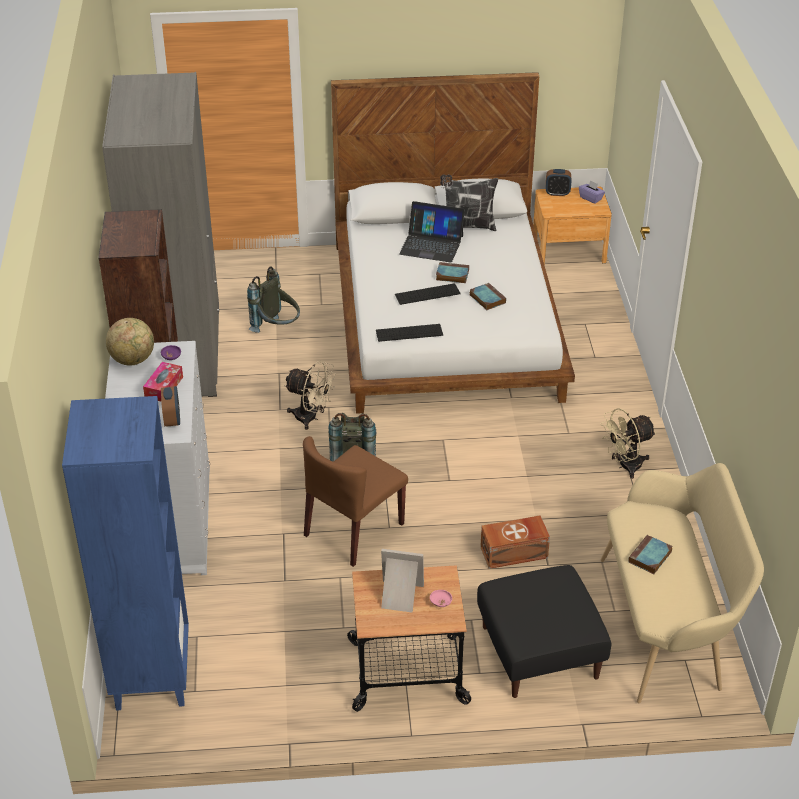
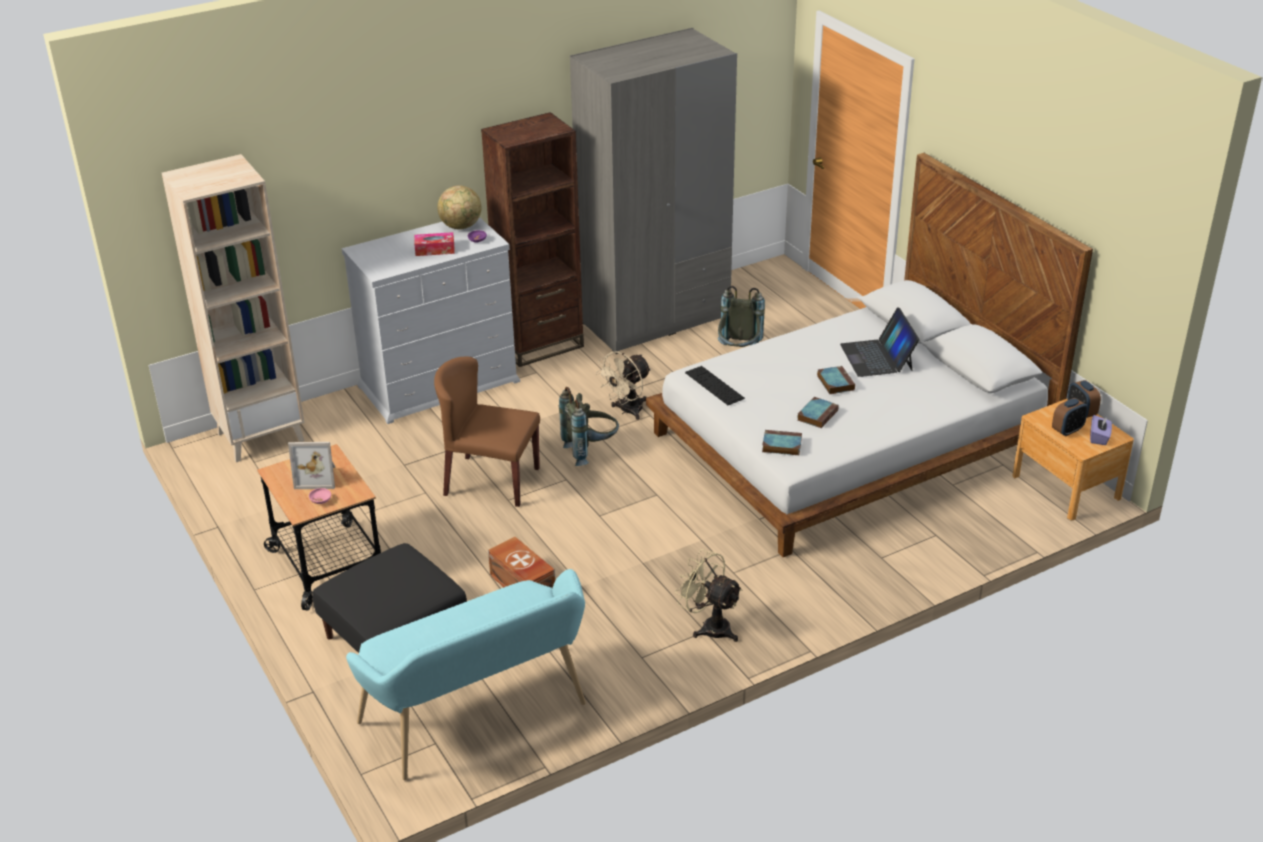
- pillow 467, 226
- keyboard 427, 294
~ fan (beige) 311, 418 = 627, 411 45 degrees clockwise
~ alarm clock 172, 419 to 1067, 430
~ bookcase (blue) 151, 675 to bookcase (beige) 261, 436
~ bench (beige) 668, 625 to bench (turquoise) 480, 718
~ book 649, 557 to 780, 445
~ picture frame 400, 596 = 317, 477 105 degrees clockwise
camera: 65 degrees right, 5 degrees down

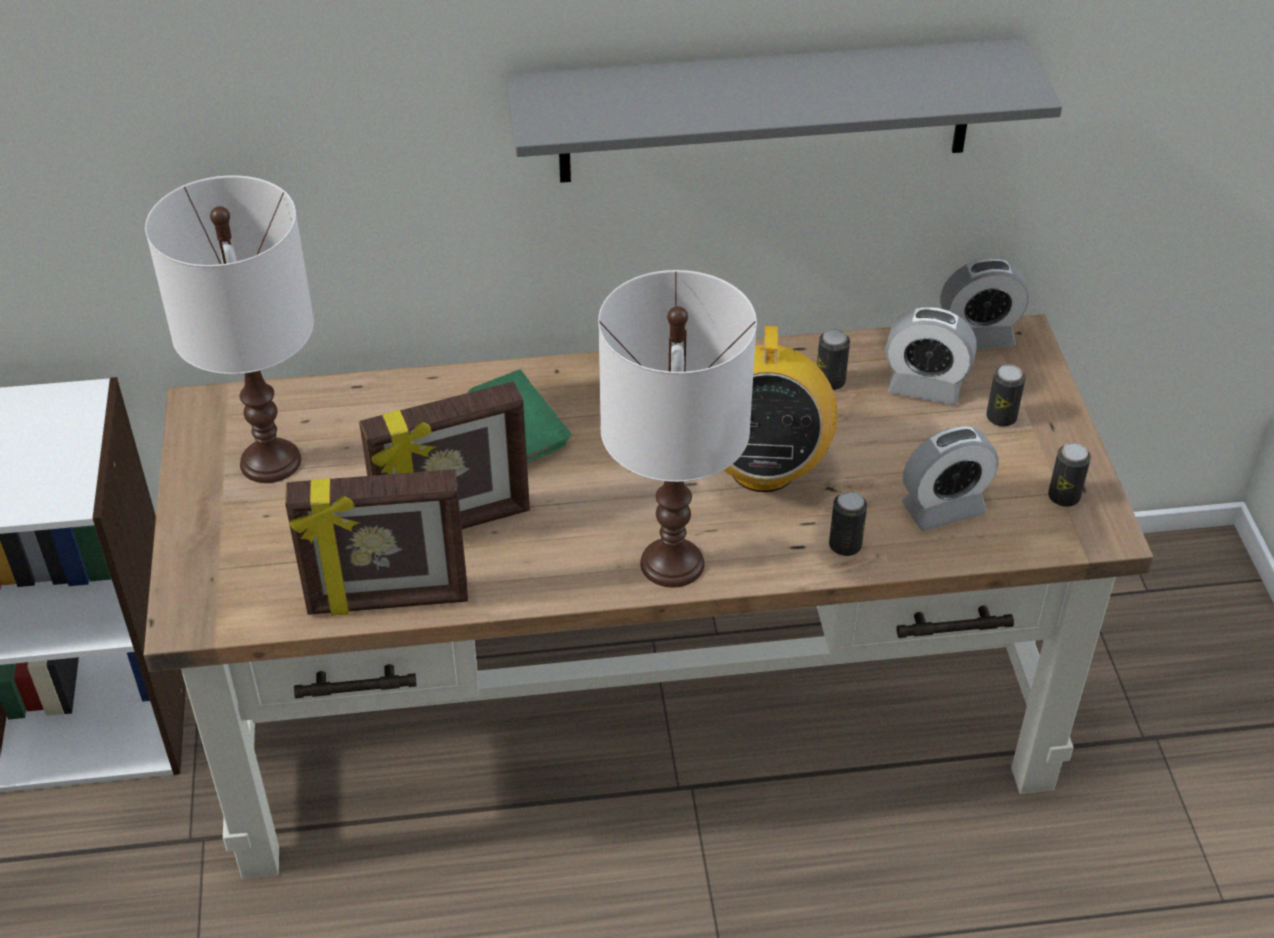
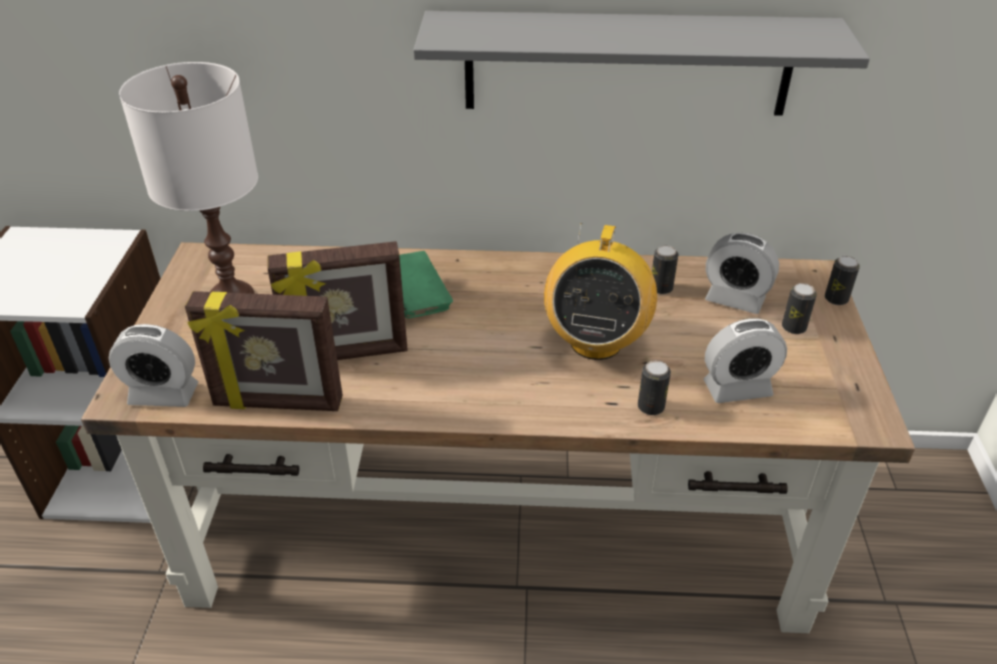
~ alarm clock 977, 337 to 163, 394
- table lamp (white) 673, 564
~ can 1063, 497 to 836, 299
camera: 10 degrees right, 5 degrees down

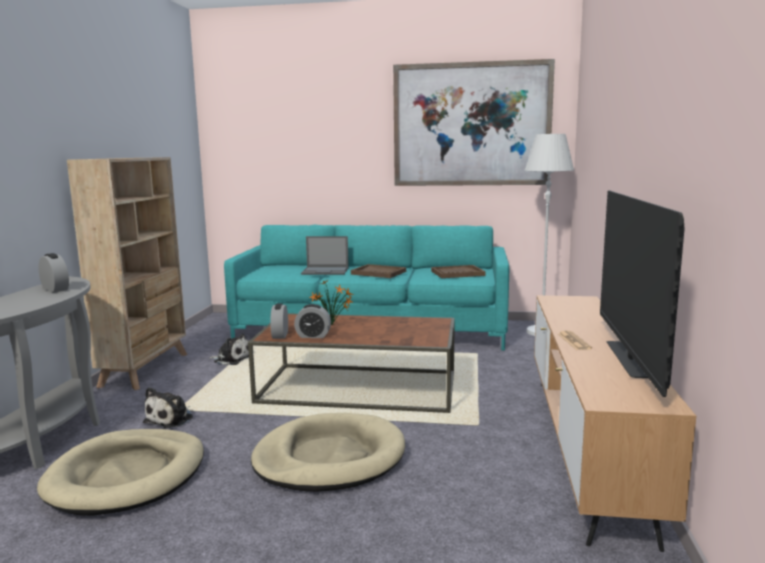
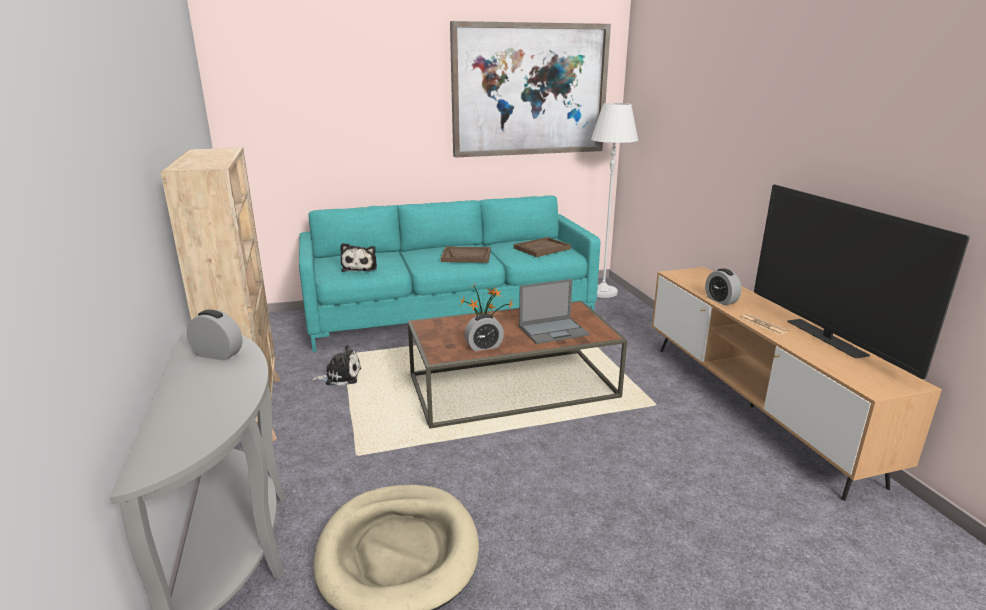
~ laptop 326, 271 to 554, 330
~ alarm clock 280, 335 to 720, 300
~ plush toy 171, 419 to 360, 267
- dog bed (beige) 329, 458
camera: 25 degrees left, 10 degrees up

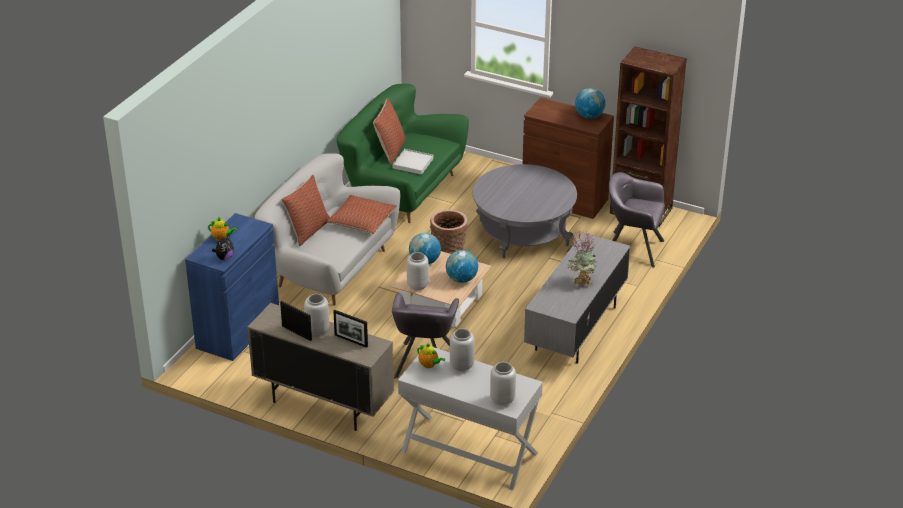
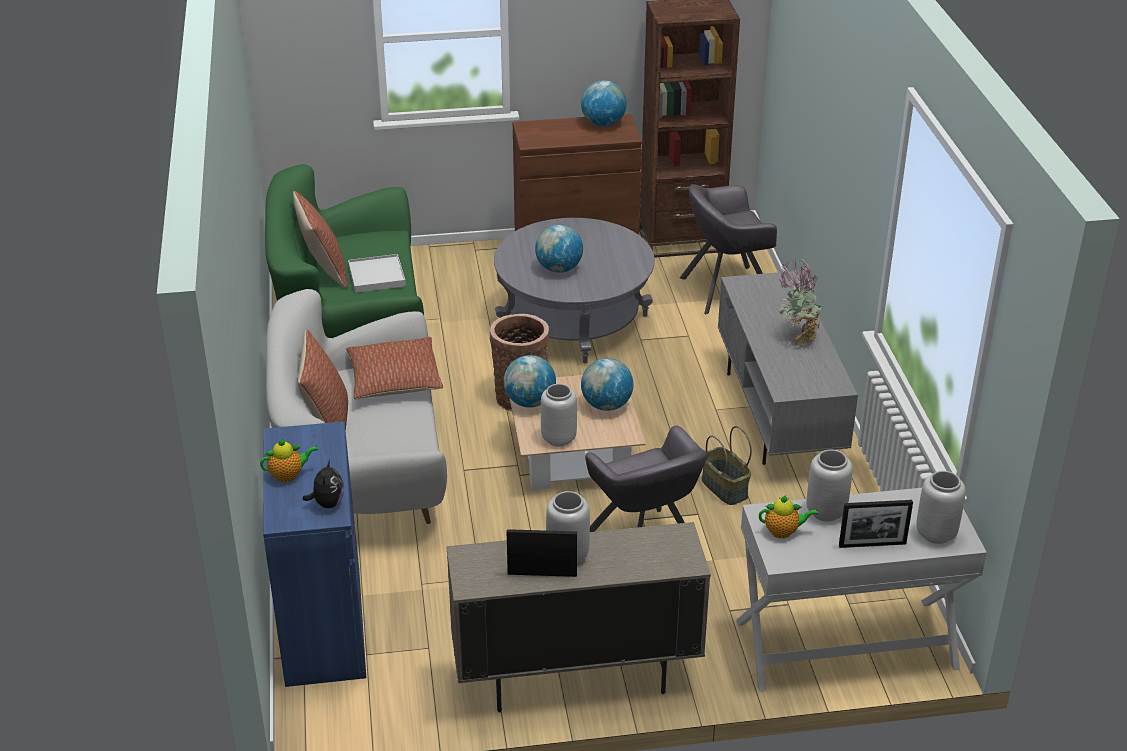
~ picture frame 351, 340 to 872, 544
+ globe 559, 269
+ basket 723, 488
camera: 35 degrees left, 0 degrees up

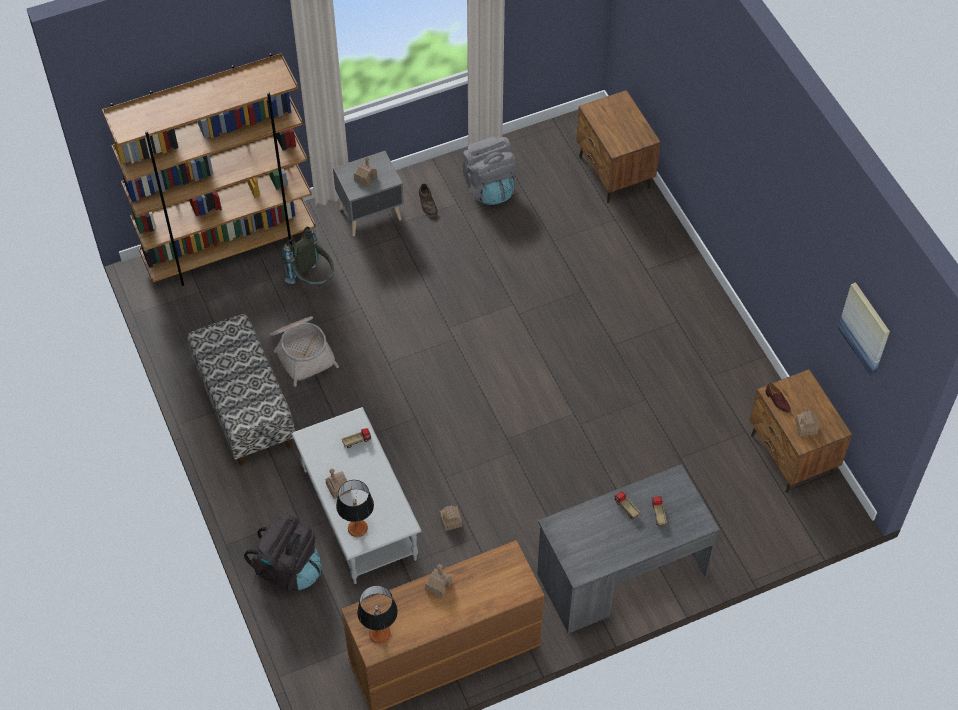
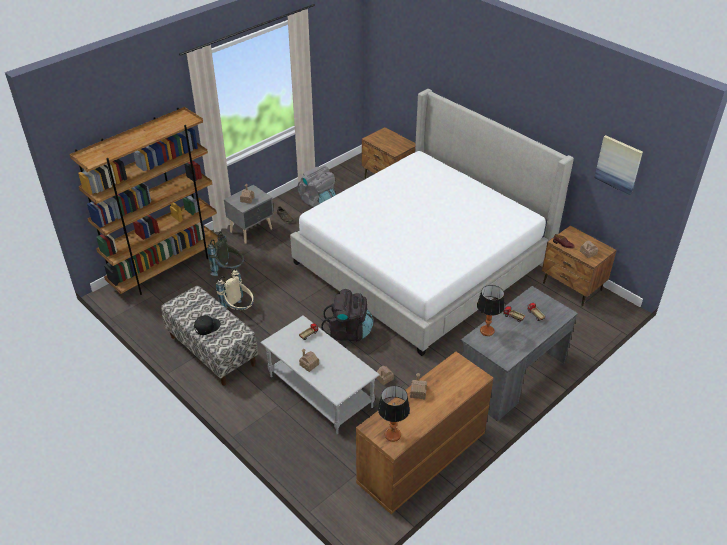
~ basket 302, 352 to backpack (beige) 239, 310
~ table lamp 357, 528 to 486, 331
~ backpack (black) 288, 569 to 348, 332
+ bed 422, 262
+ cap (black) 207, 326
camera: 20 degrees left, 15 degrees down

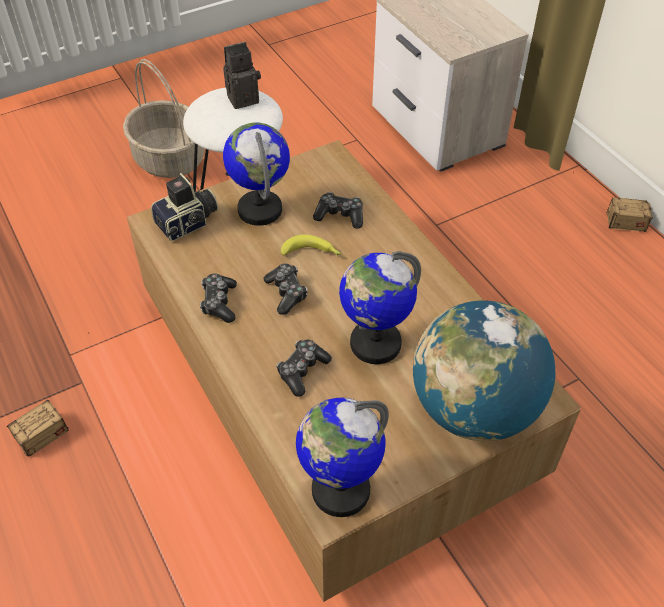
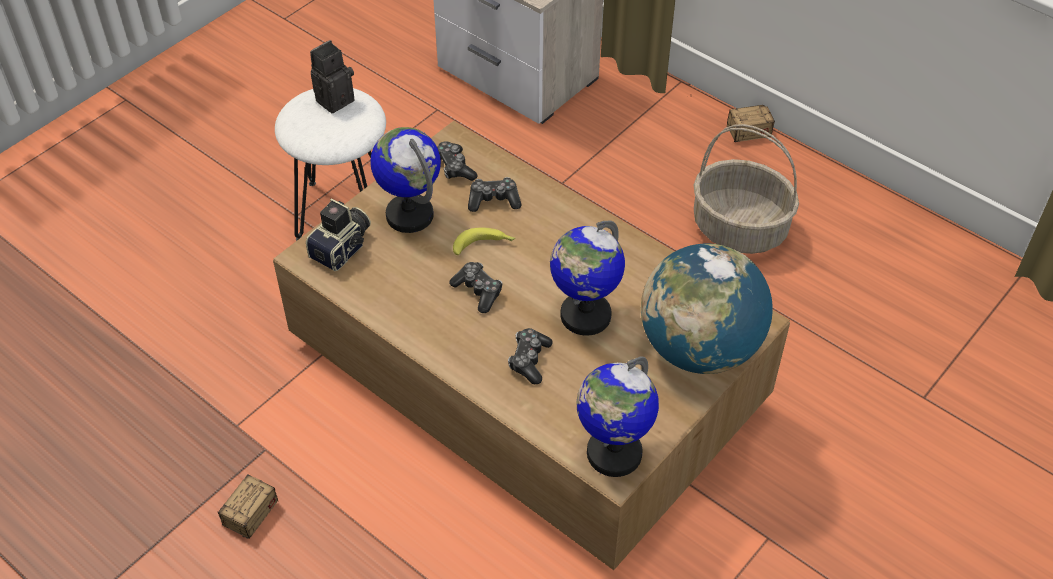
~ basket 170, 159 to 740, 228
~ game controller 219, 303 to 454, 167
camera: 20 degrees left, 0 degrees up

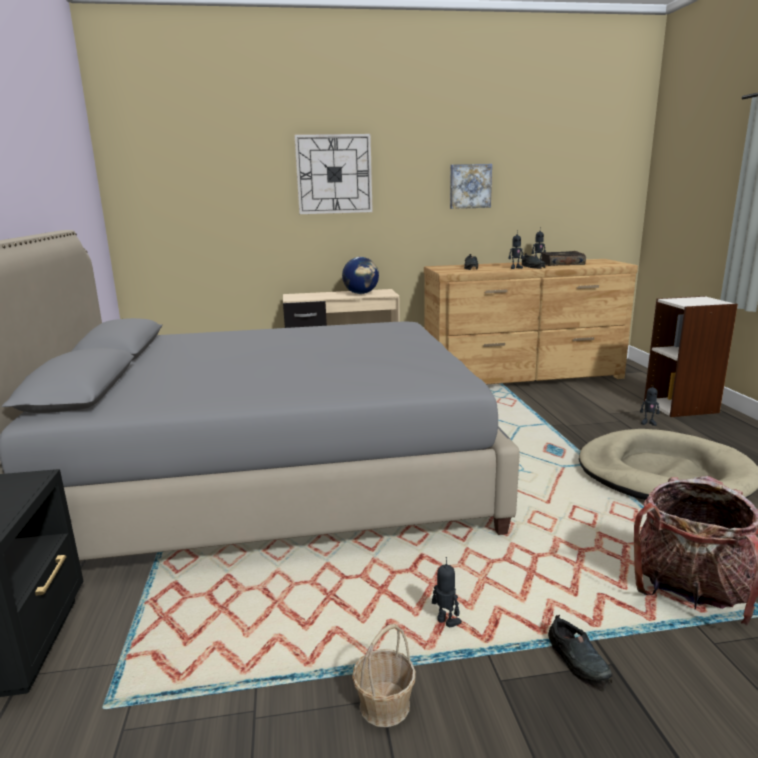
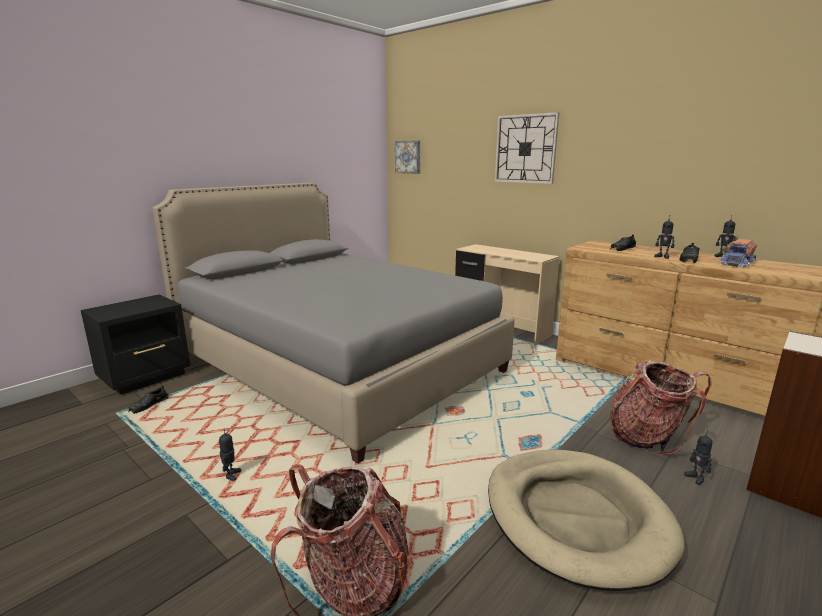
~ picture 470, 186 to 408, 157
~ book 561, 264 to toy truck 737, 263
- globe 361, 293
~ shoe (black) 578, 660 to 148, 405
- basket 384, 705
+ backpack 648, 437
camera: 50 degrees right, 0 degrees up

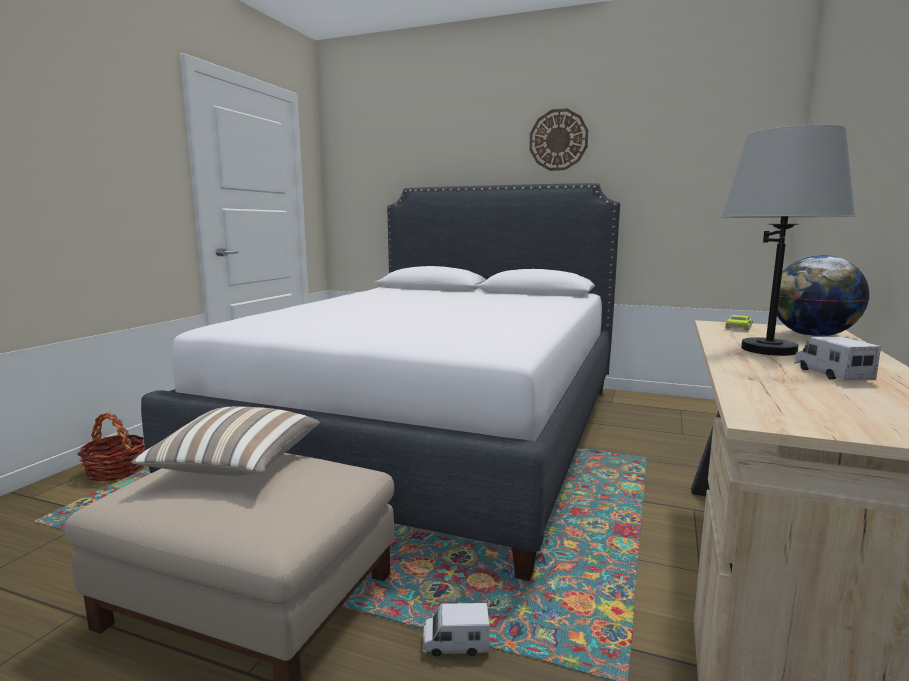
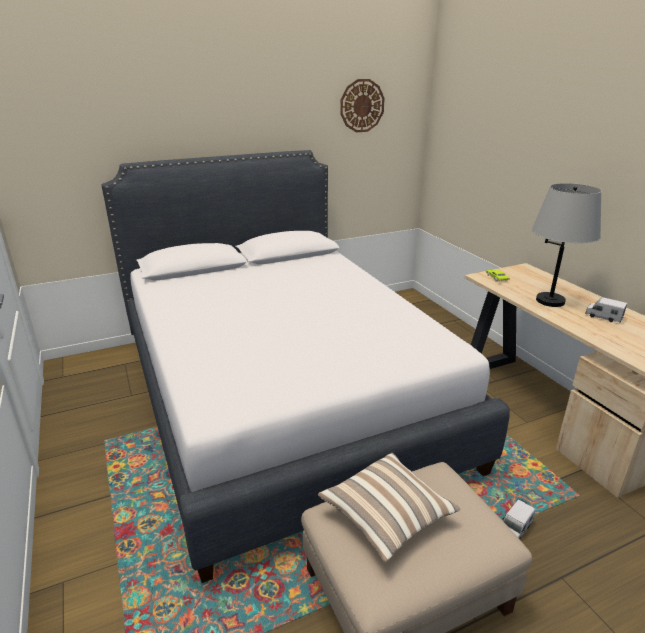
~ wall clock 558, 140 to 362, 106
- globe 812, 336
- basket 116, 471
camera: 45 degrees left, 15 degrees up

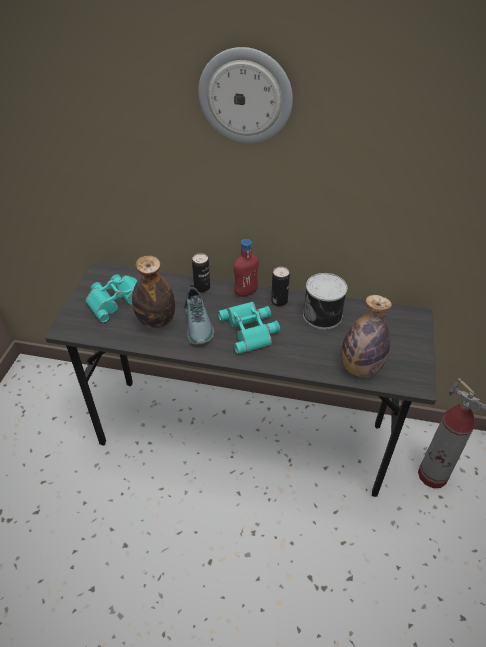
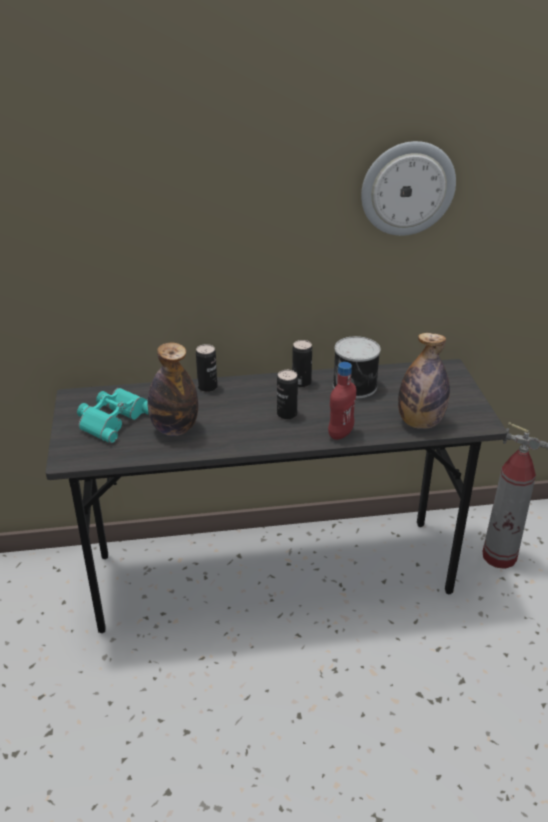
~ wall clock 245, 96 to 407, 188
~ bottle (red) 246, 292 to 340, 433
- shoe 199, 323
~ binoculars (turquoise) 251, 329 to can 287, 414
camera: 20 degrees left, 10 degrees down

